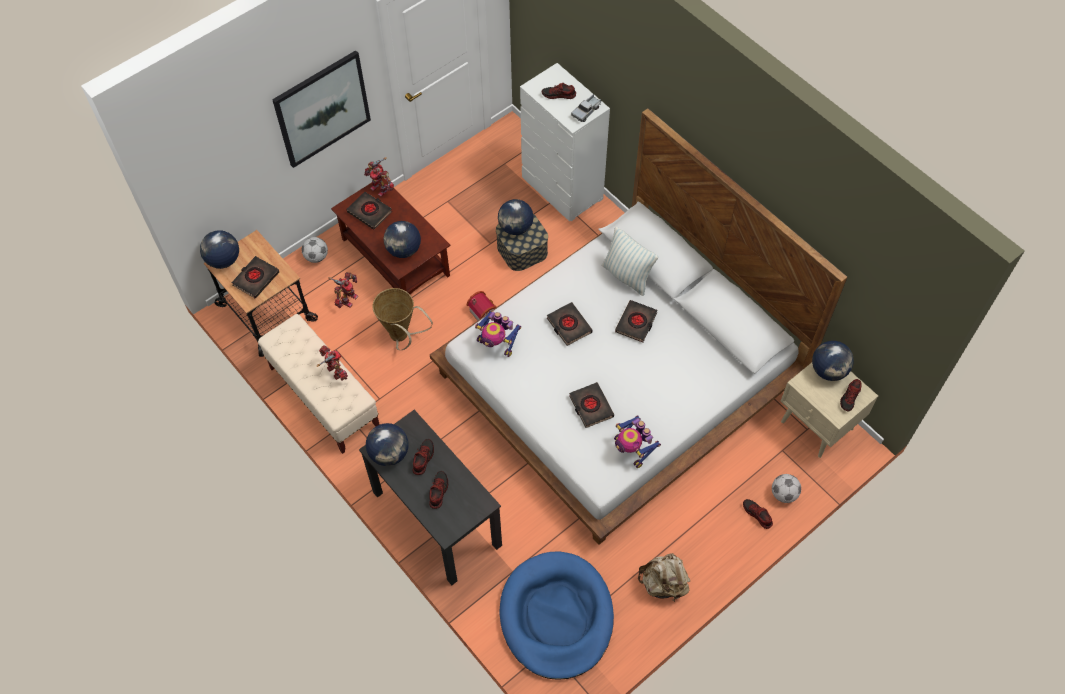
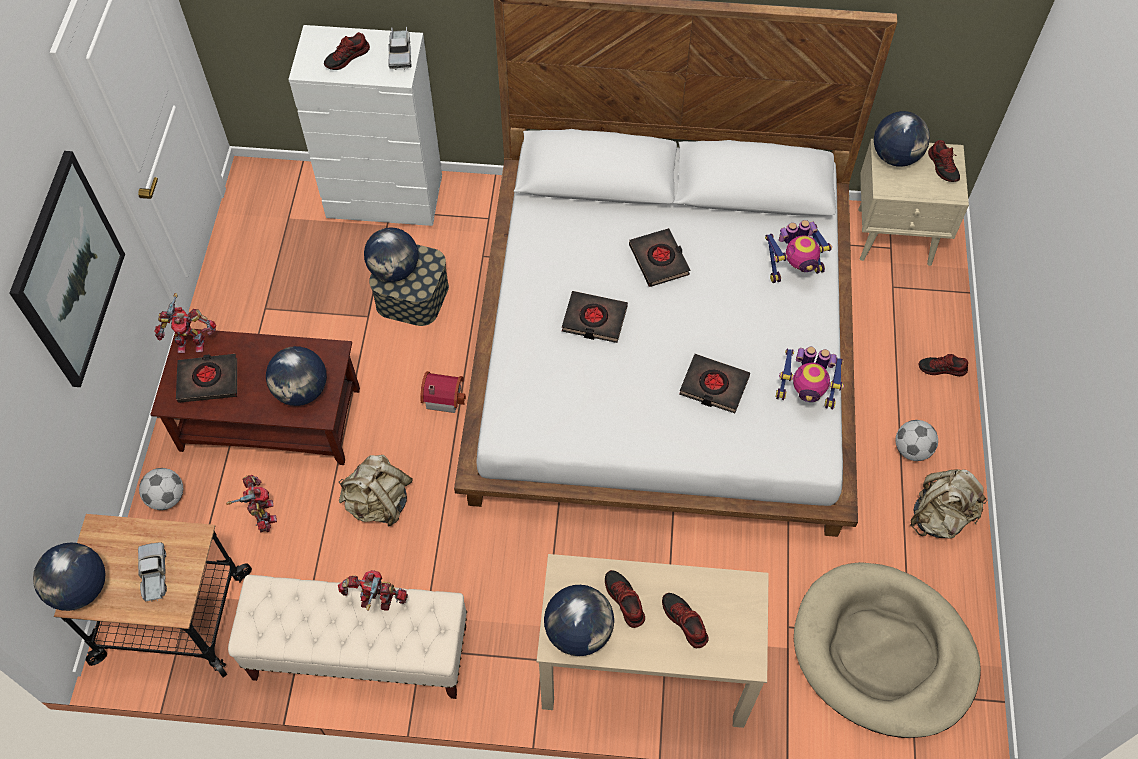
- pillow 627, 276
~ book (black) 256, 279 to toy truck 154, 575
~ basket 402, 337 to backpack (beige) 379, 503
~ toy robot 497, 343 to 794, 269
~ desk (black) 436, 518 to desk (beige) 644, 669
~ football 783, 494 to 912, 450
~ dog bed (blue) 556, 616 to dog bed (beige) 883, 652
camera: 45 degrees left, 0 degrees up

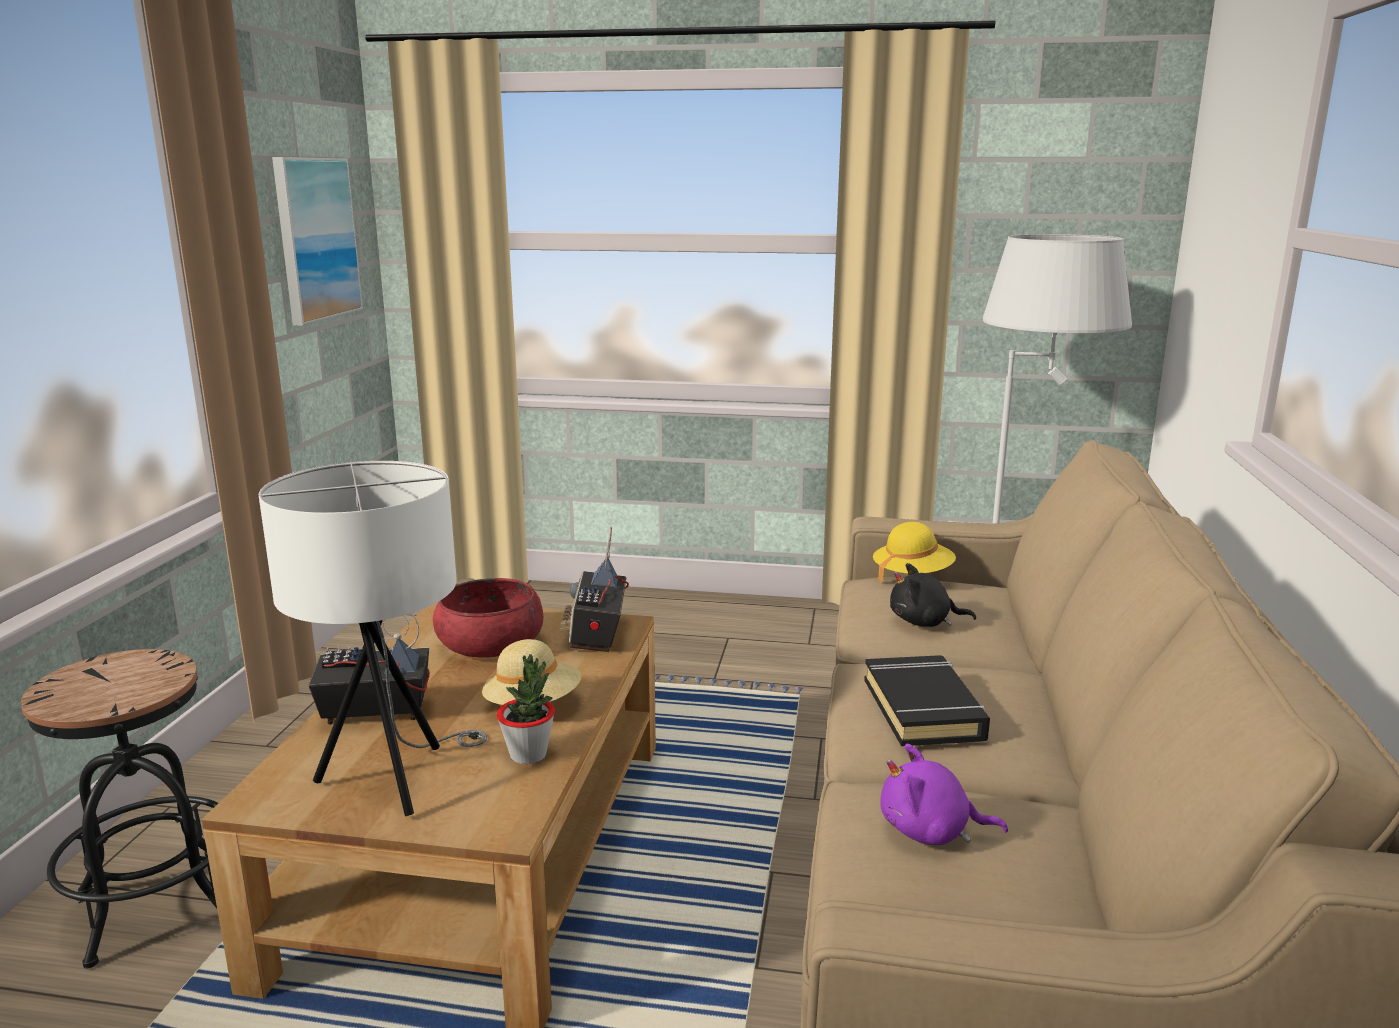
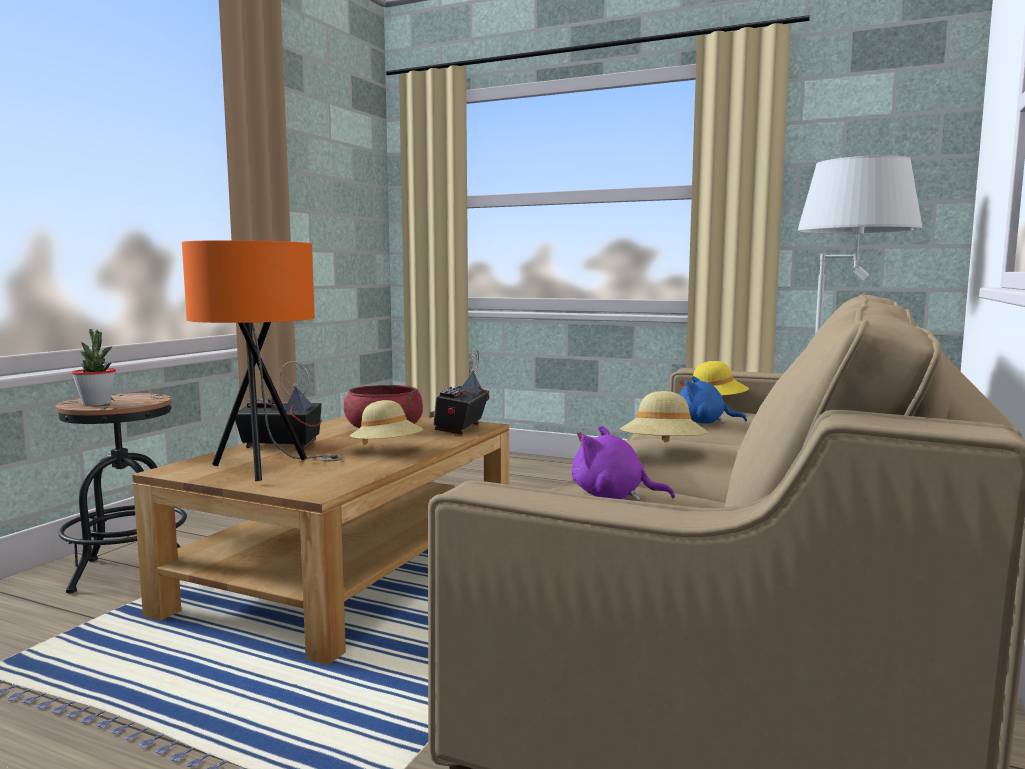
- picture 316, 239
~ table lamp (white) 395, 779 to table lamp (orange) 265, 469
~ plush toy (black) 924, 622 to plush toy (blue) 704, 422
~ potted plant 528, 755 to 96, 404
~ book (black) 923, 709 to hat (beige) 663, 451
camera: 15 degrees right, 10 degrees down

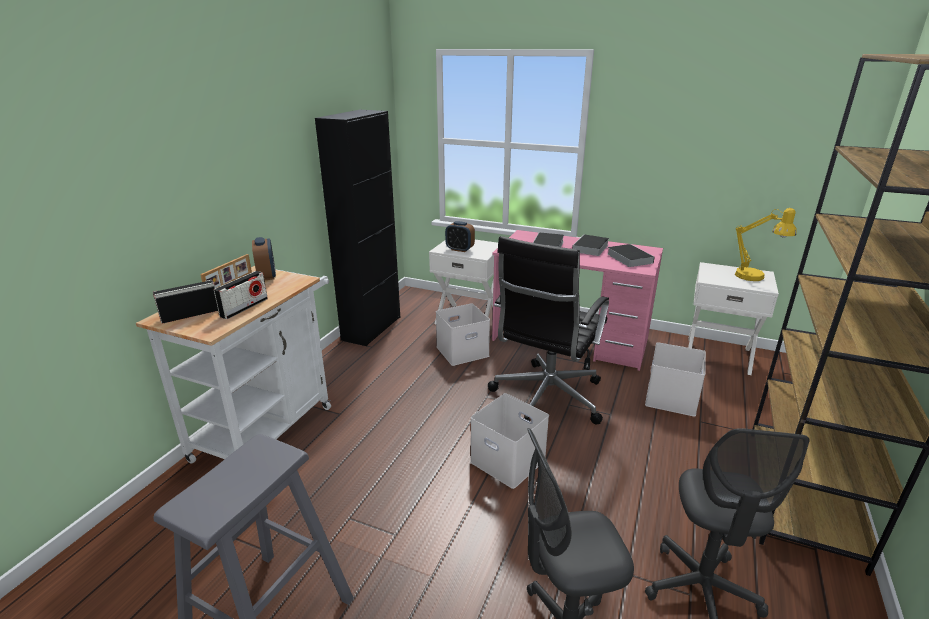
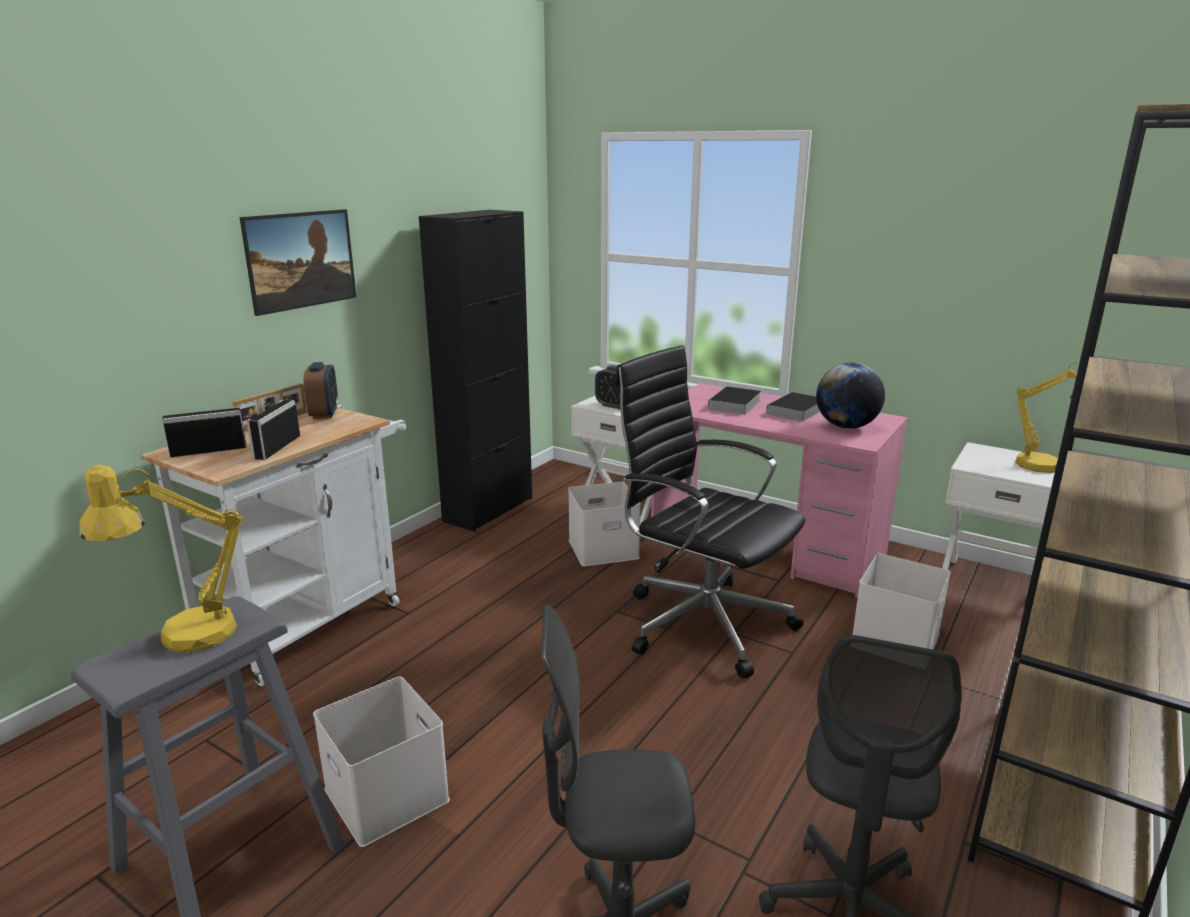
~ office chair (black) 546, 399 = 702, 622 90 degrees clockwise
~ book 628, 258 to globe 846, 426
~ radio 244, 308 = 277, 447 150 degrees clockwise
~ storage box (white) 509, 460 to 389, 795
+ picture 304, 283
+ table lamp (yellow) 182, 636
camera: 10 degrees right, 5 degrees down

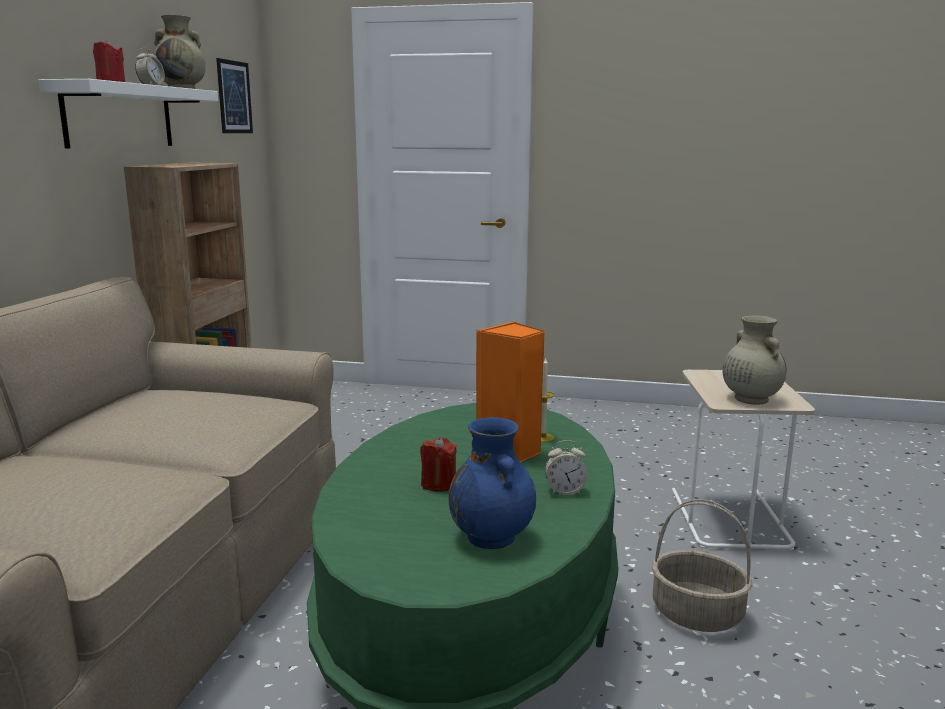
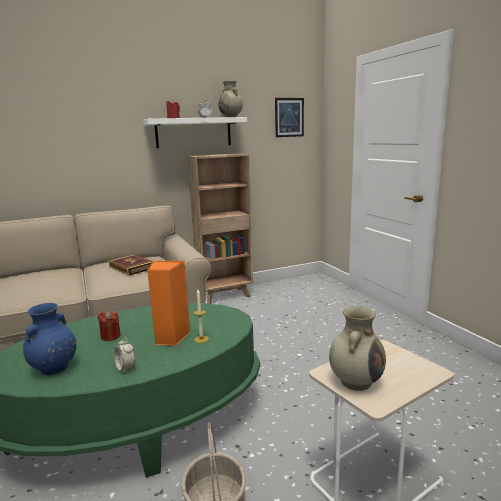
+ book 131, 267
camera: 55 degrees right, 0 degrees up

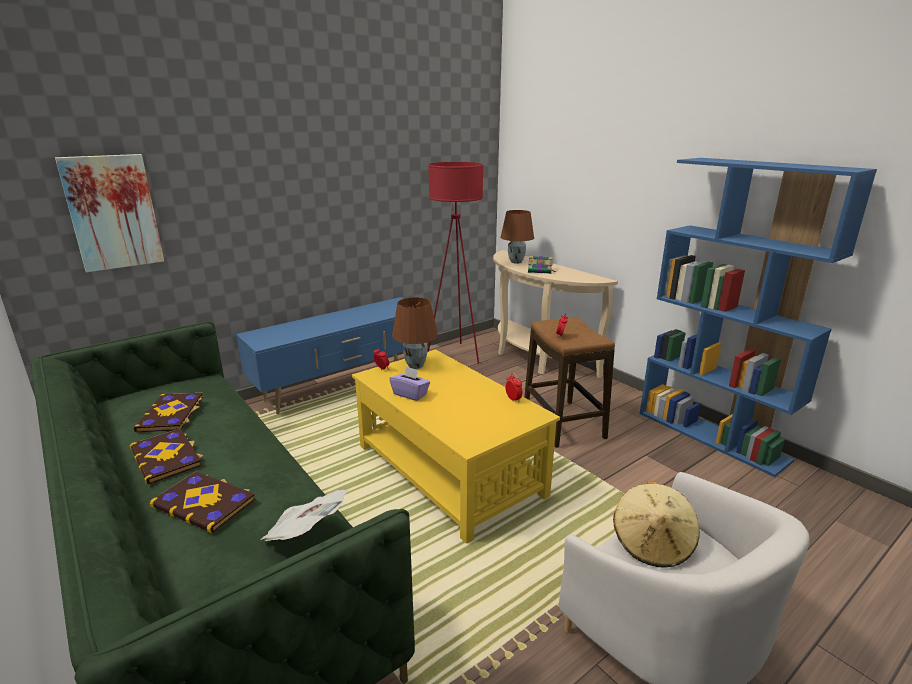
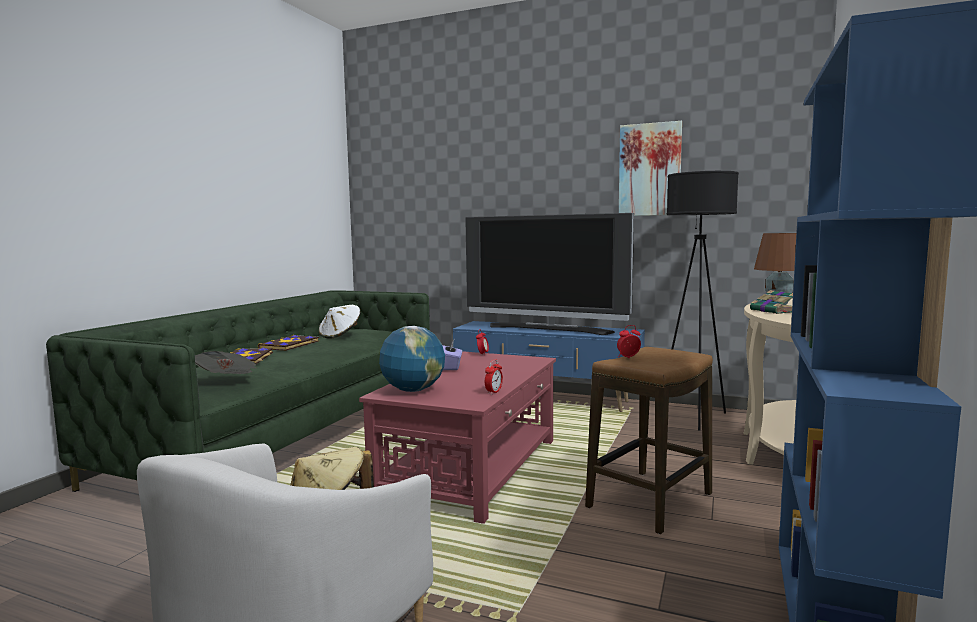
~ picture 113, 212 to 649, 170
~ floor lamp (red) 455, 355 to floor lamp (black) 693, 417
- table lamp (brown) 416, 366
~ coffee table (yellow) 448, 469 to coffee table (red) 472, 468
~ book 172, 414 to hat (white) 340, 335
+ television 548, 329
+ globe 413, 390
camera: 60 degrees right, 15 degrees down

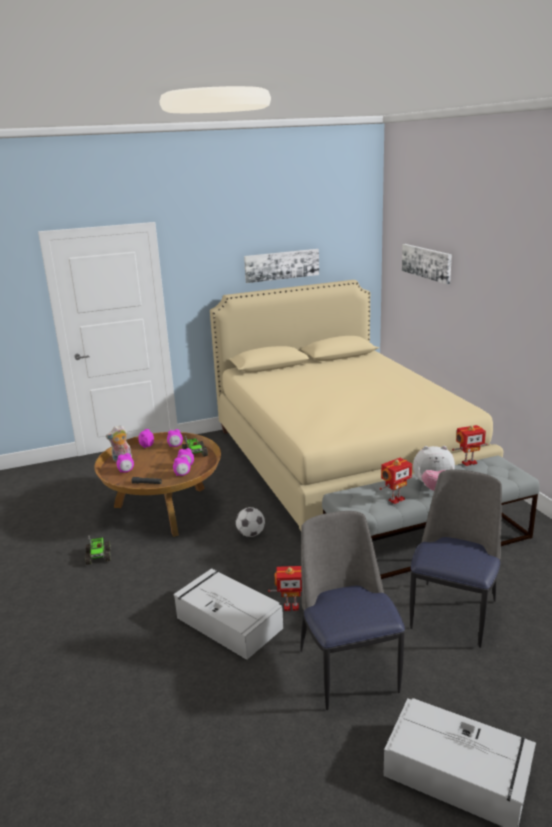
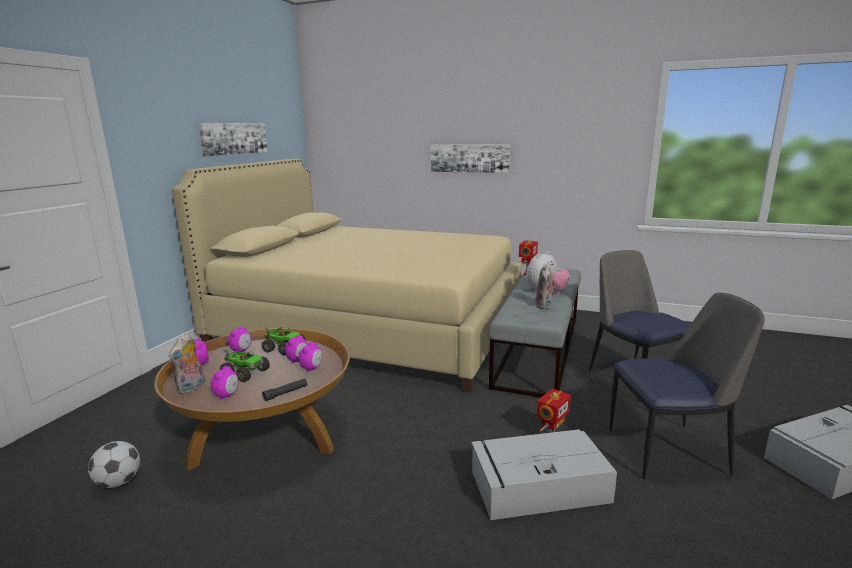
~ picture 427, 262 to 469, 158
~ toy robot 395, 499 to plush toy 544, 306
~ football 251, 534 to 119, 482
~ chair 348, 667 = 670, 451 150 degrees clockwise
~ toy truck 99, 556 to 245, 373
camera: 50 degrees left, 5 degrees down

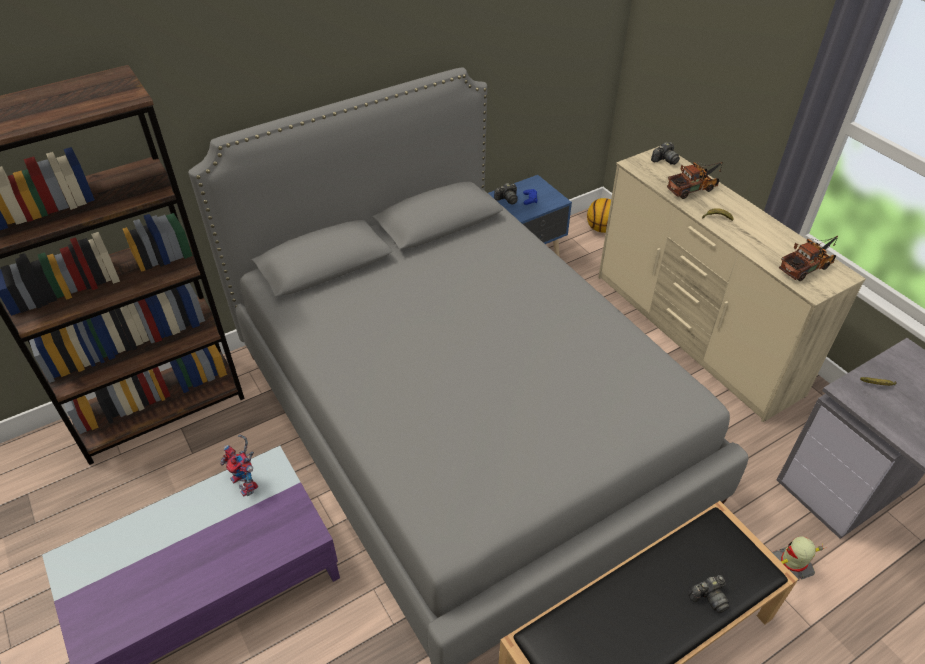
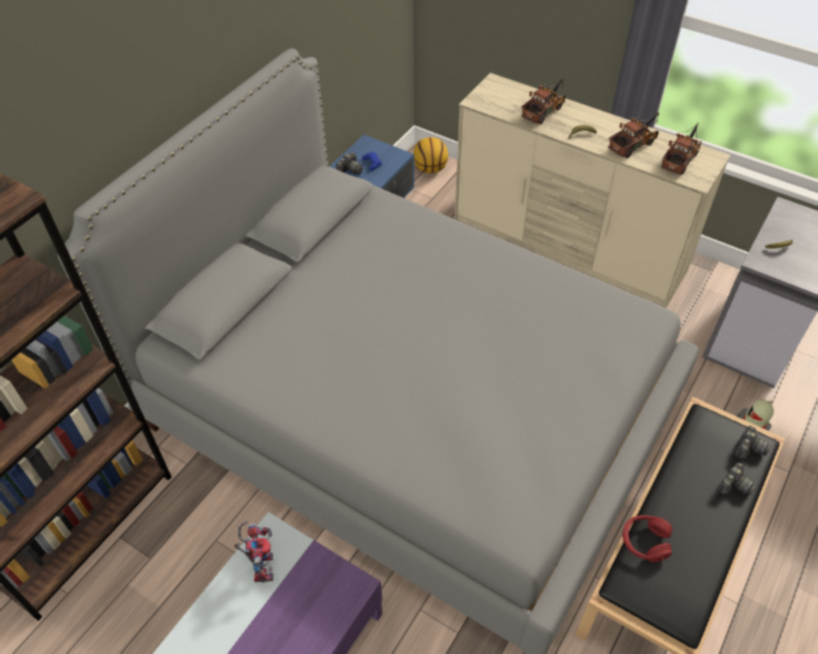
~ photo camera 665, 160 to 748, 448
~ toy robot 248, 484 = 261, 565 120 degrees counterclockwise
+ toy truck 634, 144
+ headphones (red) 645, 541
camera: 25 degrees left, 5 degrees up

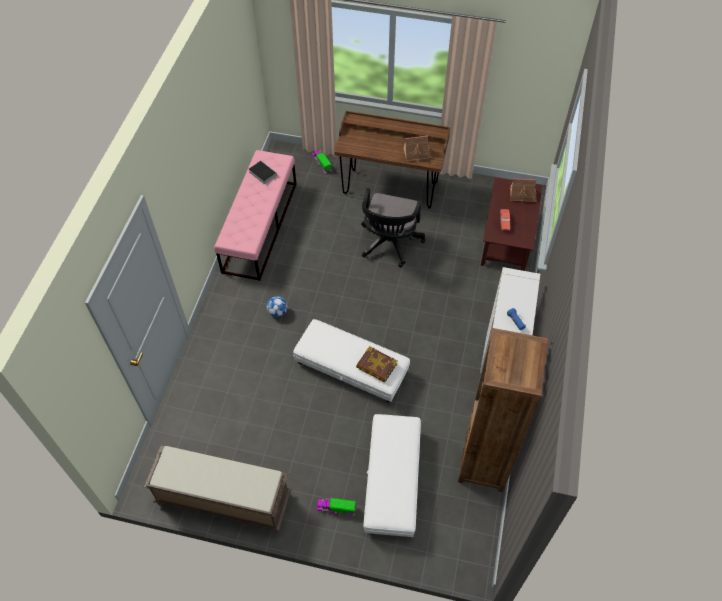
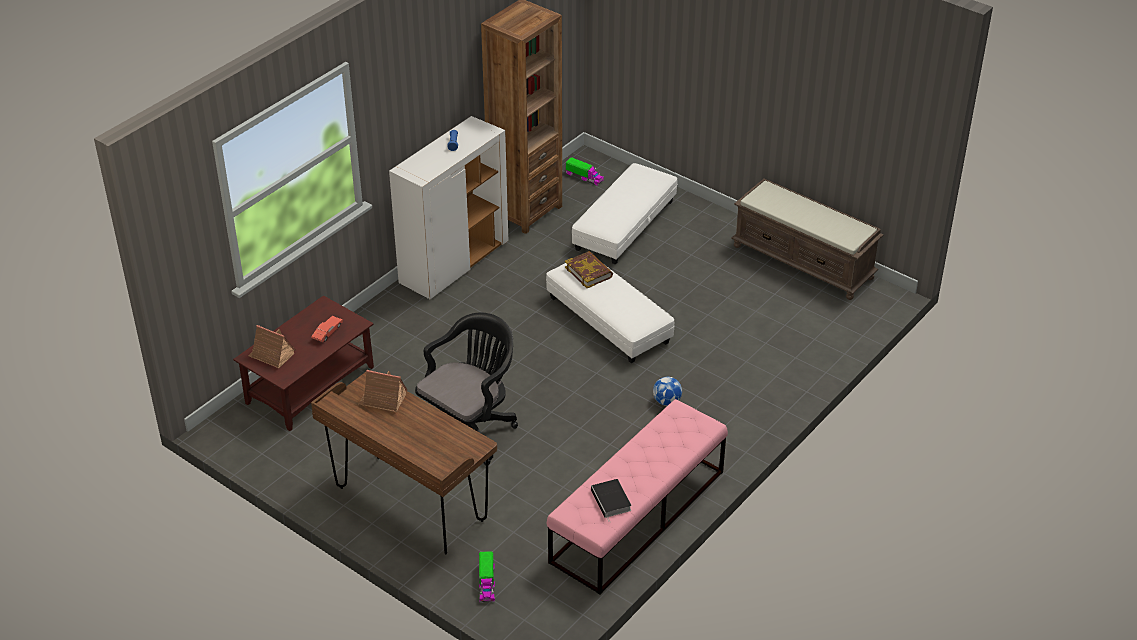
~ toy truck 336, 508 to 584, 177
camera: 155 degrees left, 15 degrees down

